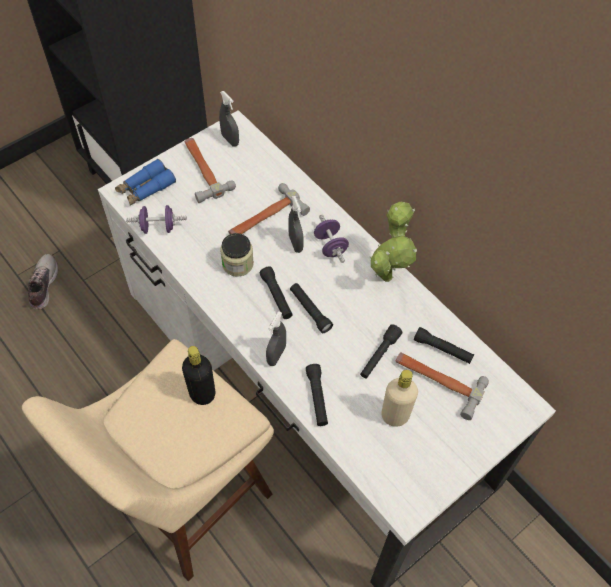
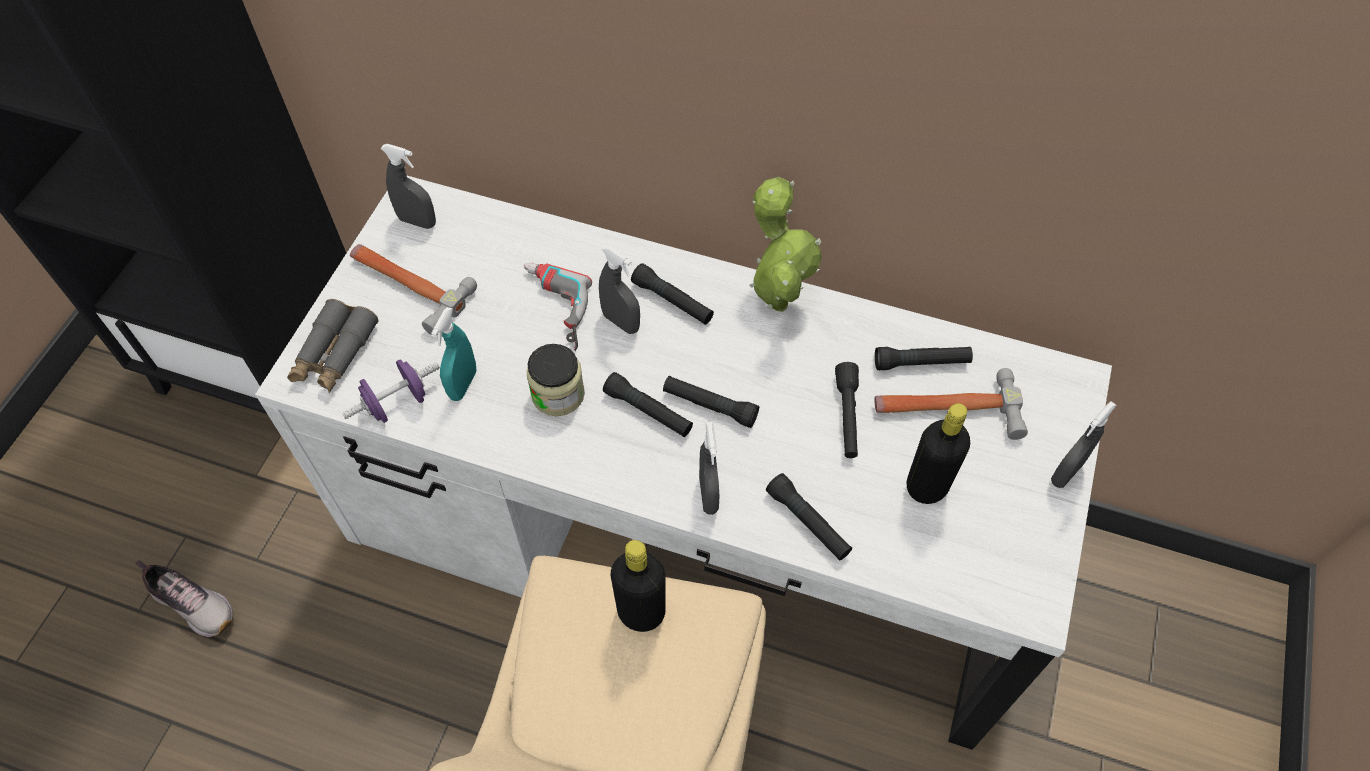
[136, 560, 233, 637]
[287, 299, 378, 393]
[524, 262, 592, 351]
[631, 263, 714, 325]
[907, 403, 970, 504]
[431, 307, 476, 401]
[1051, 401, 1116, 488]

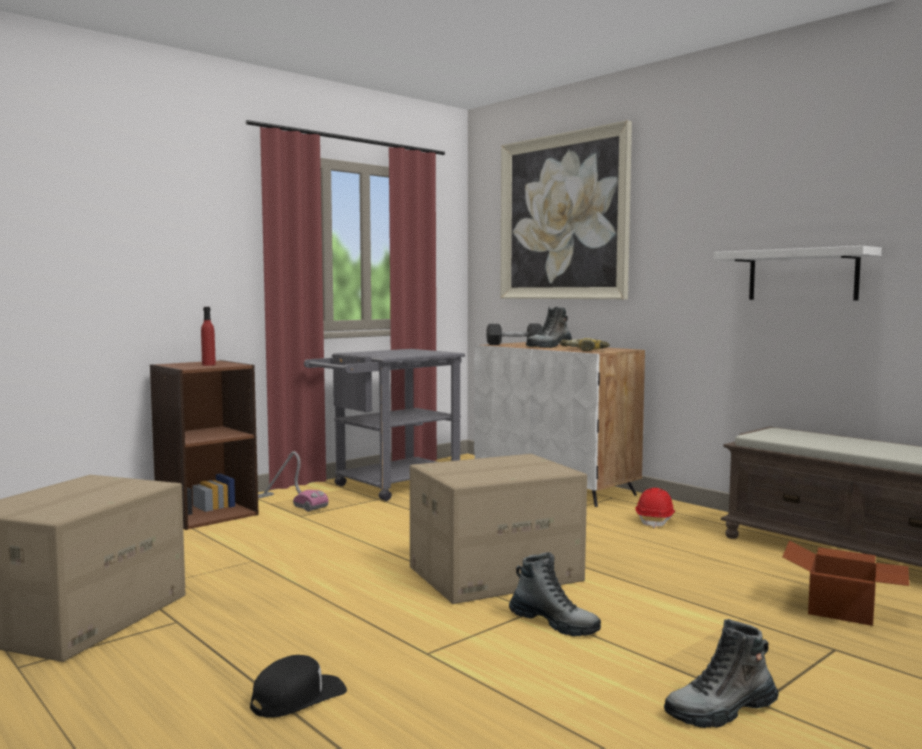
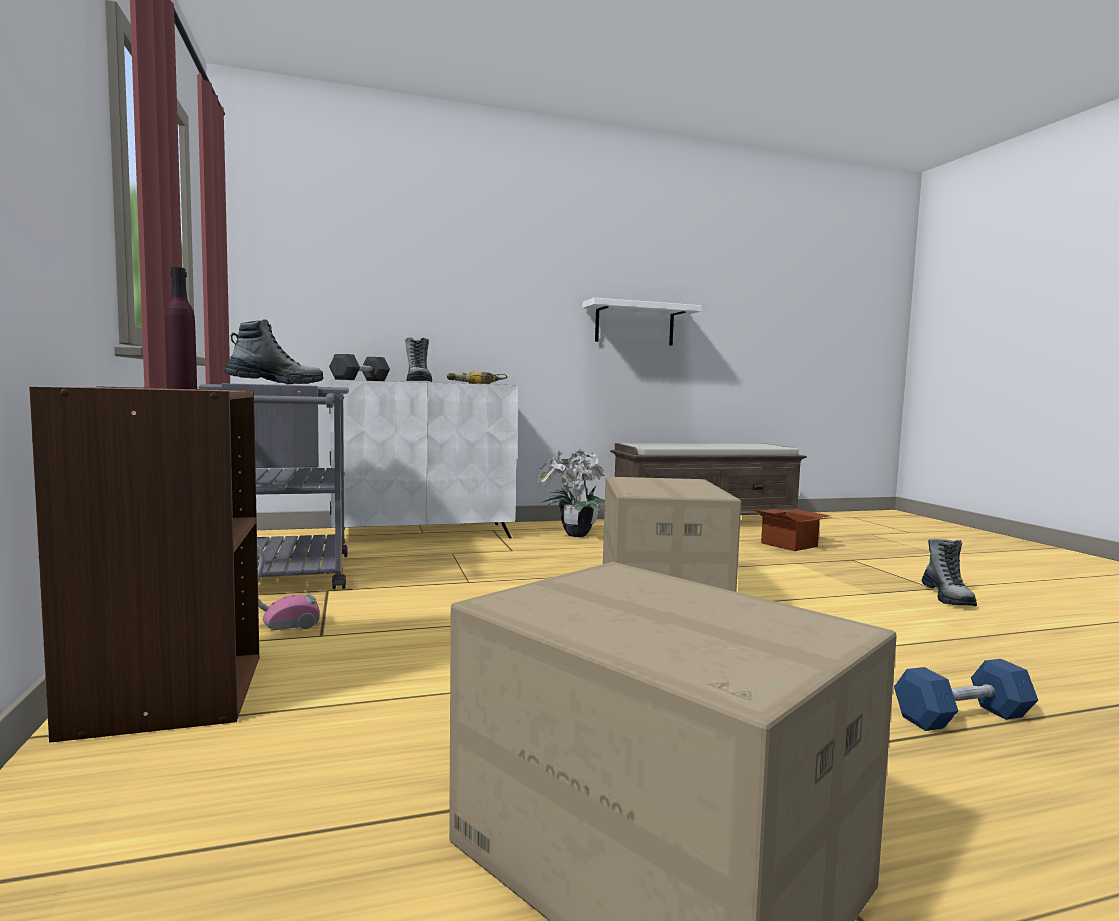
[165, 267, 197, 389]
[894, 659, 1038, 731]
[500, 120, 632, 299] (first image)
[224, 320, 323, 384]
[536, 449, 605, 537]

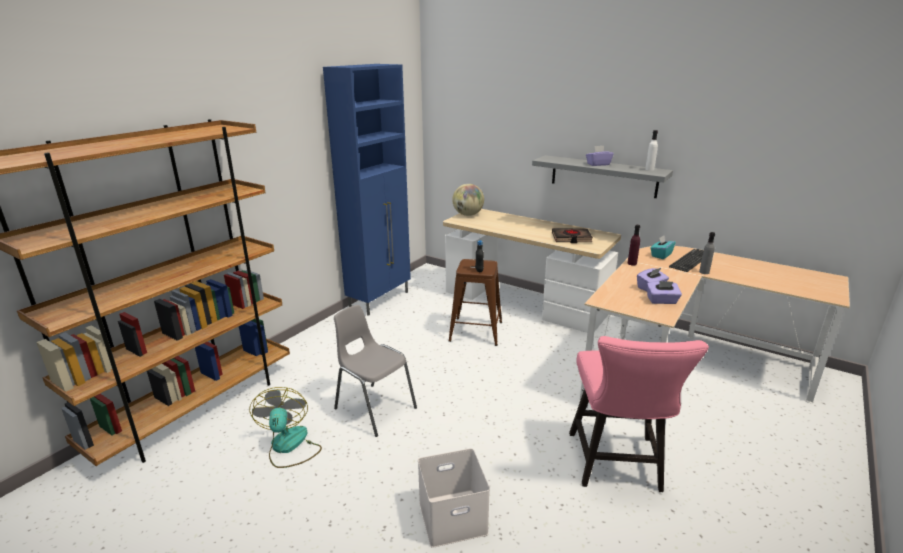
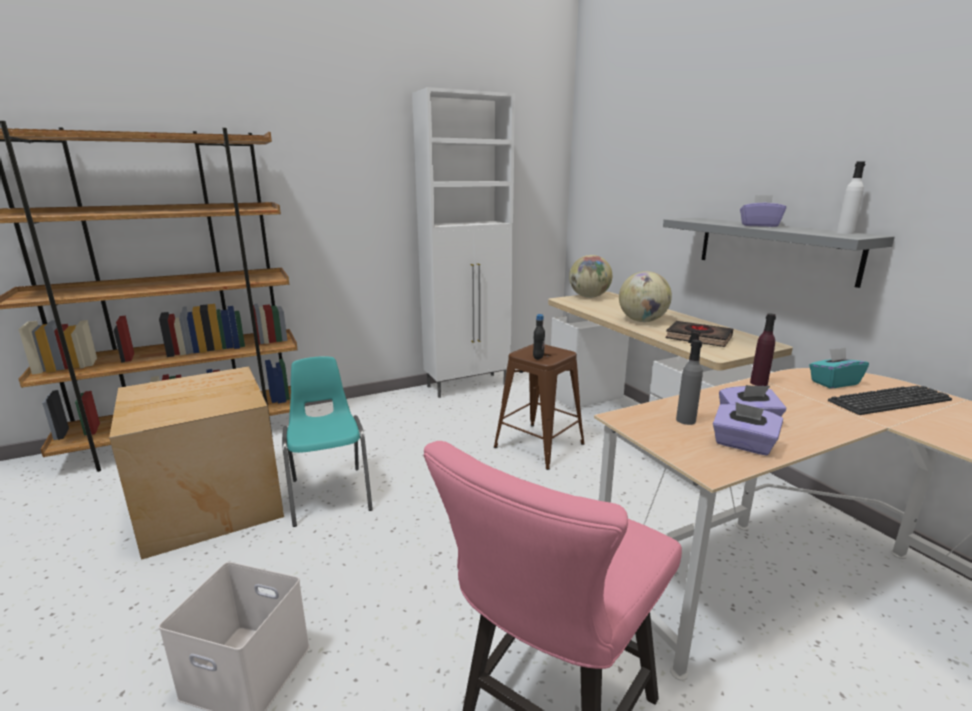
[109, 366, 284, 560]
[412, 87, 515, 398]
[282, 356, 373, 527]
[676, 340, 703, 425]
[619, 271, 672, 322]

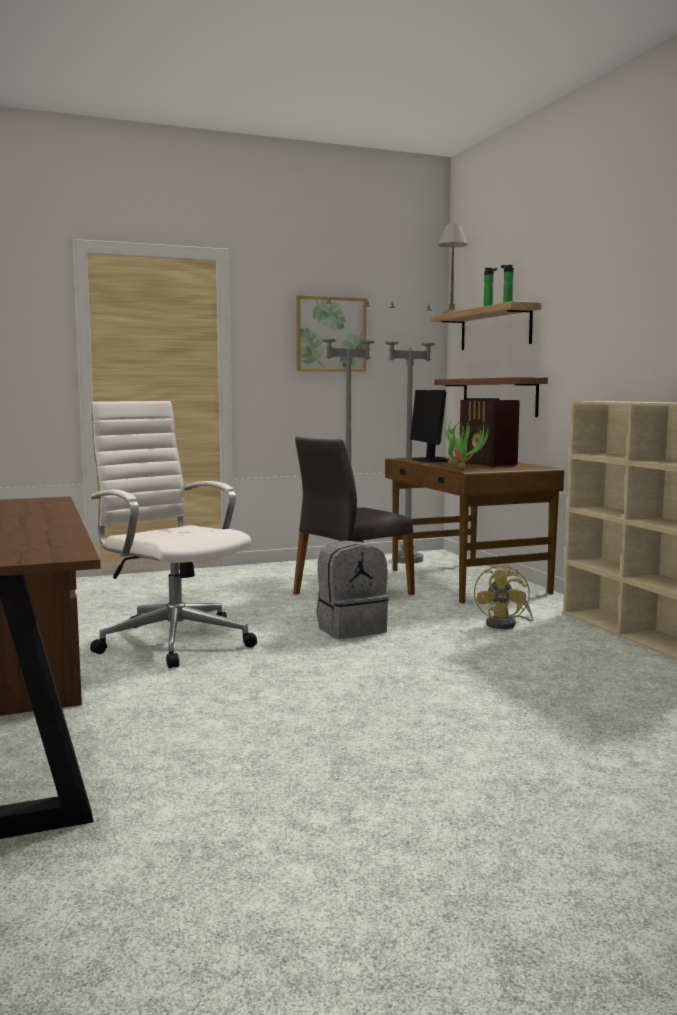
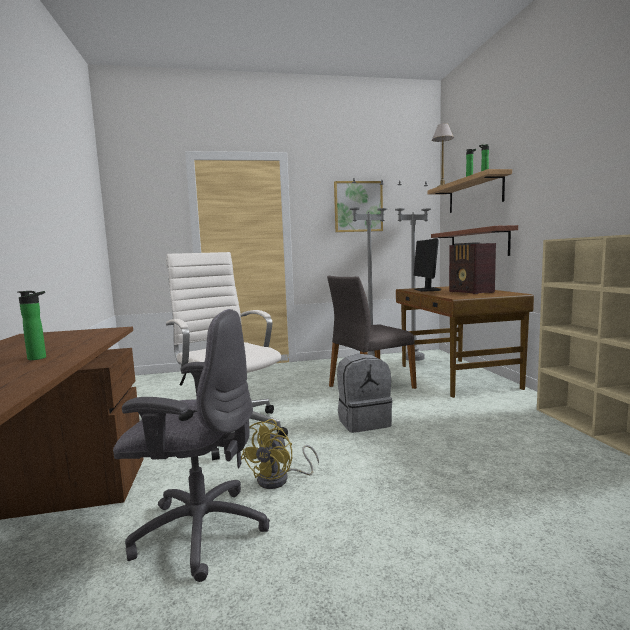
[445, 420, 490, 470] (first image)
[241, 419, 319, 489]
[18, 291, 46, 360]
[113, 309, 270, 582]

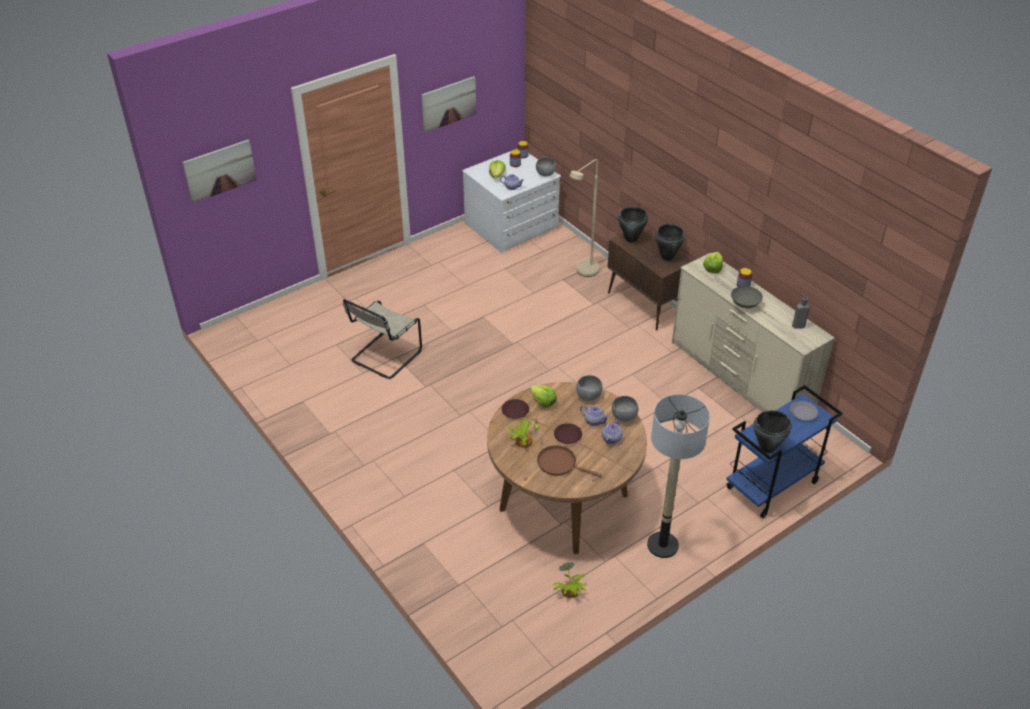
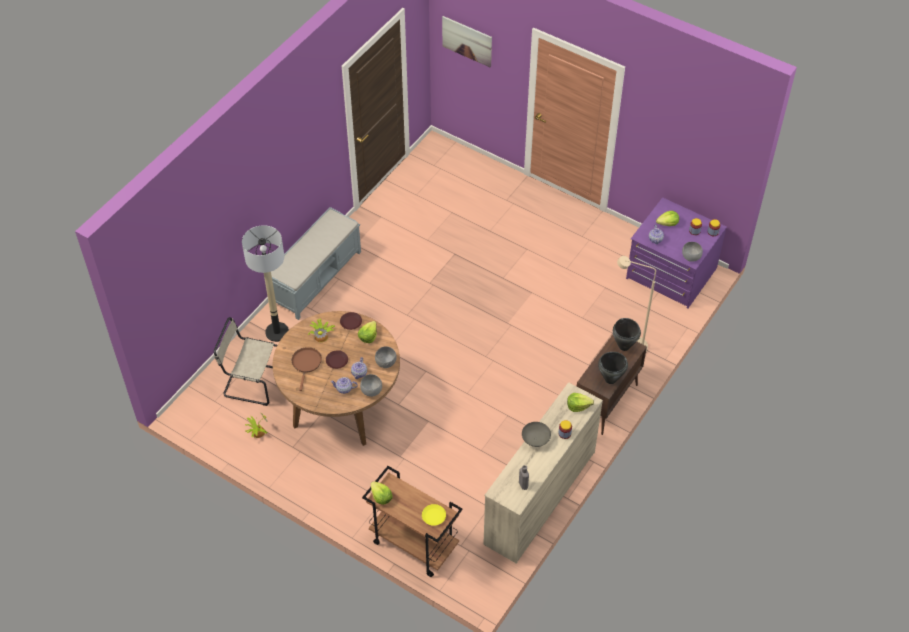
[214, 317, 277, 406]
[422, 76, 476, 133] (first image)
[626, 197, 727, 309]
[242, 225, 289, 342]
[362, 466, 463, 577]
[371, 481, 393, 505]
[422, 504, 446, 526]
[264, 207, 361, 320]

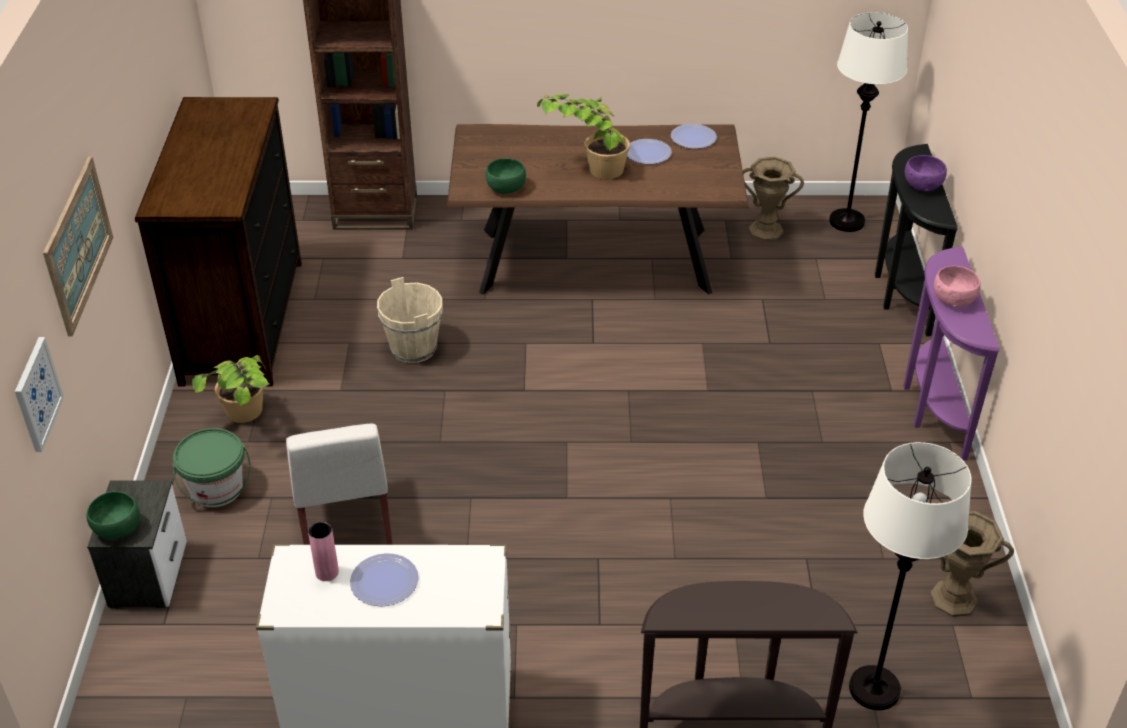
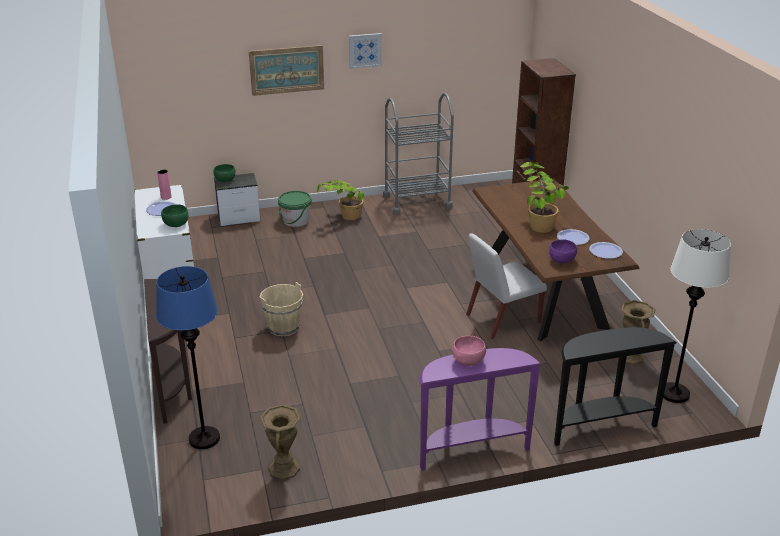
[349, 33, 382, 69]
[383, 93, 454, 215]
[466, 233, 547, 339]
[259, 282, 303, 336]
[161, 204, 189, 227]
[156, 266, 220, 449]
[549, 240, 577, 264]

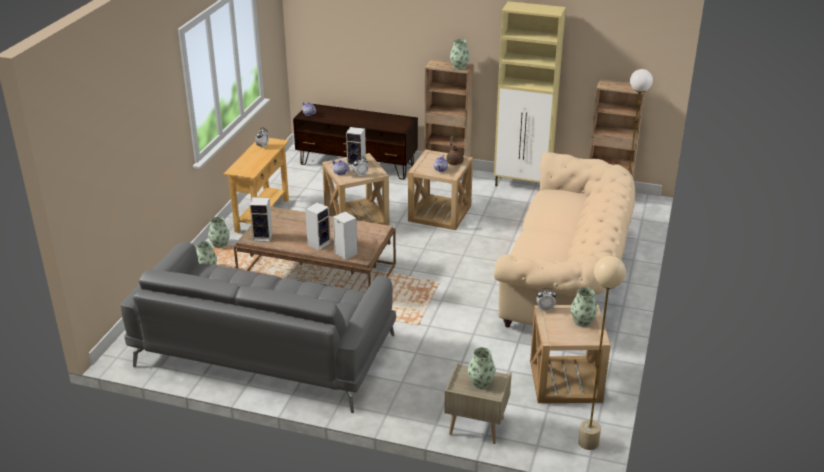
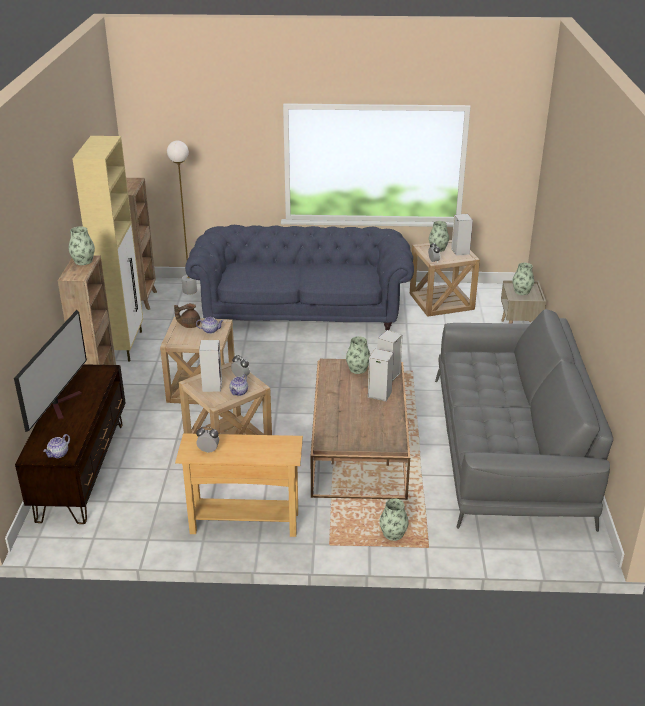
[346, 336, 370, 374]
[451, 214, 473, 256]
[185, 225, 414, 330]
[578, 256, 626, 450] (first image)
[14, 310, 87, 432]

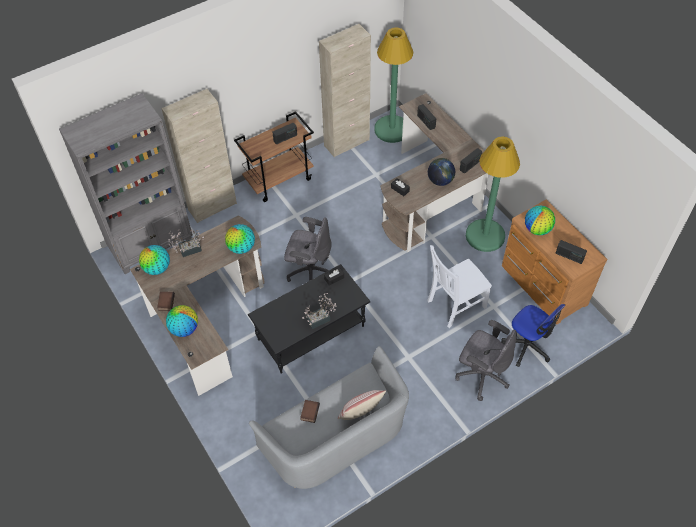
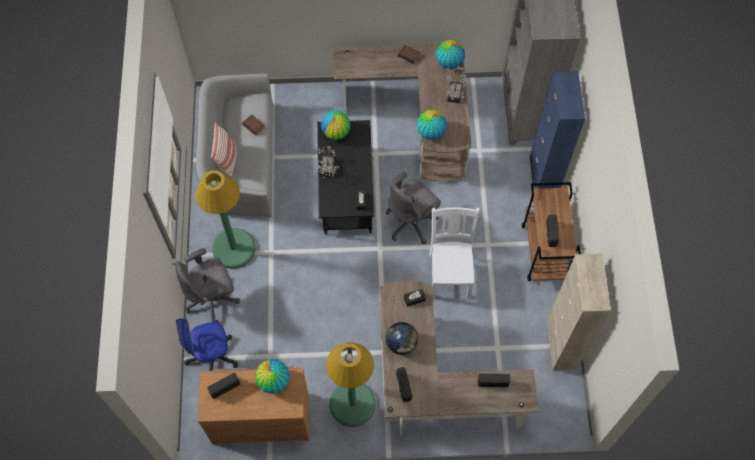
[530, 71, 585, 189]
[321, 110, 350, 140]
[195, 170, 256, 269]
[429, 207, 480, 299]

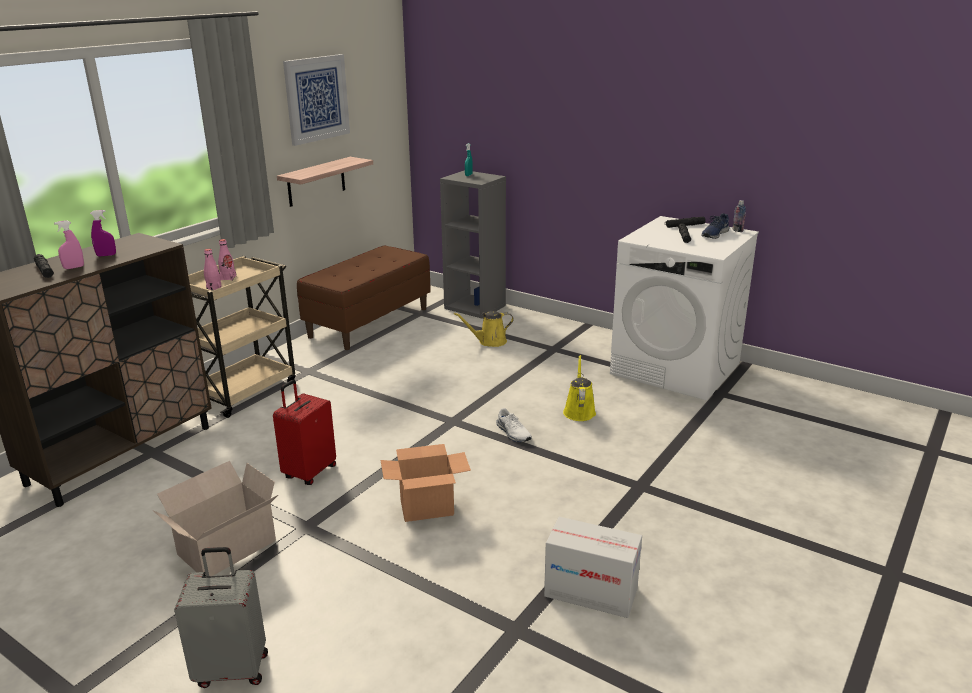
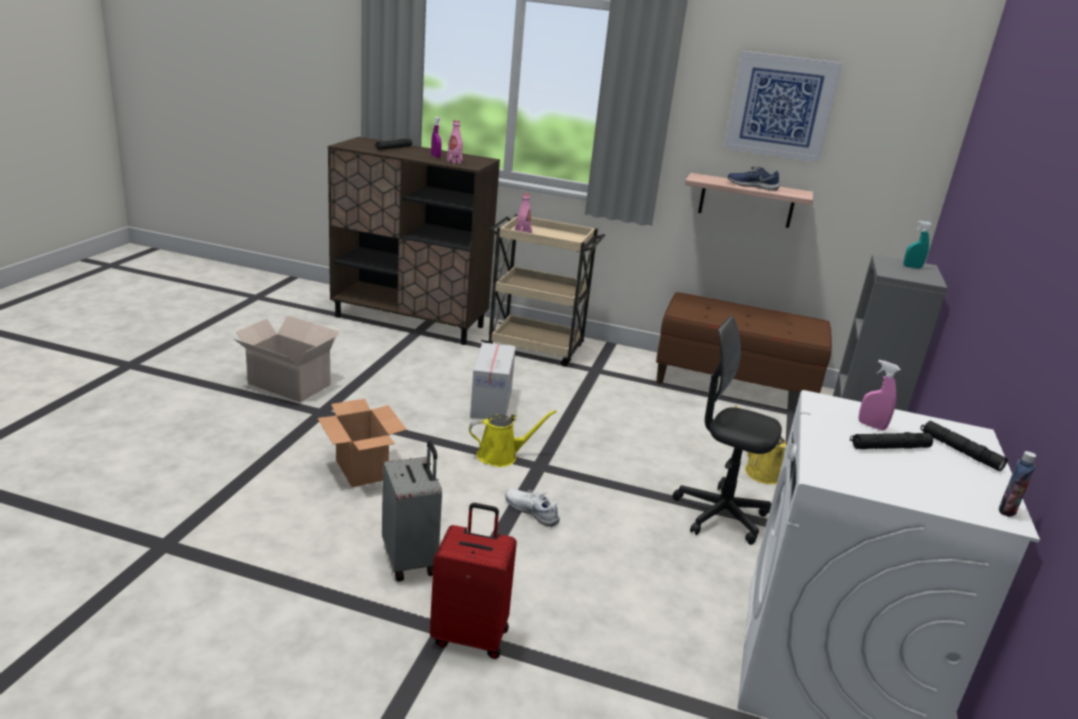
[859, 360, 900, 431]
[382, 441, 442, 582]
[447, 120, 463, 164]
[430, 503, 517, 659]
[505, 489, 560, 527]
[470, 343, 516, 419]
[469, 410, 557, 467]
[728, 167, 779, 191]
[673, 316, 782, 545]

